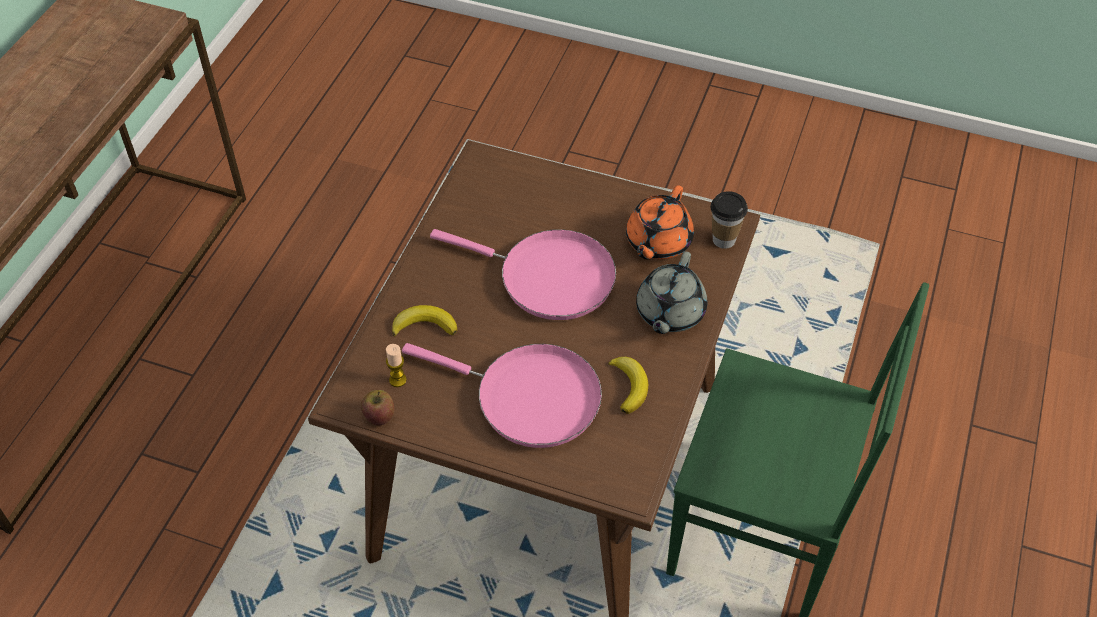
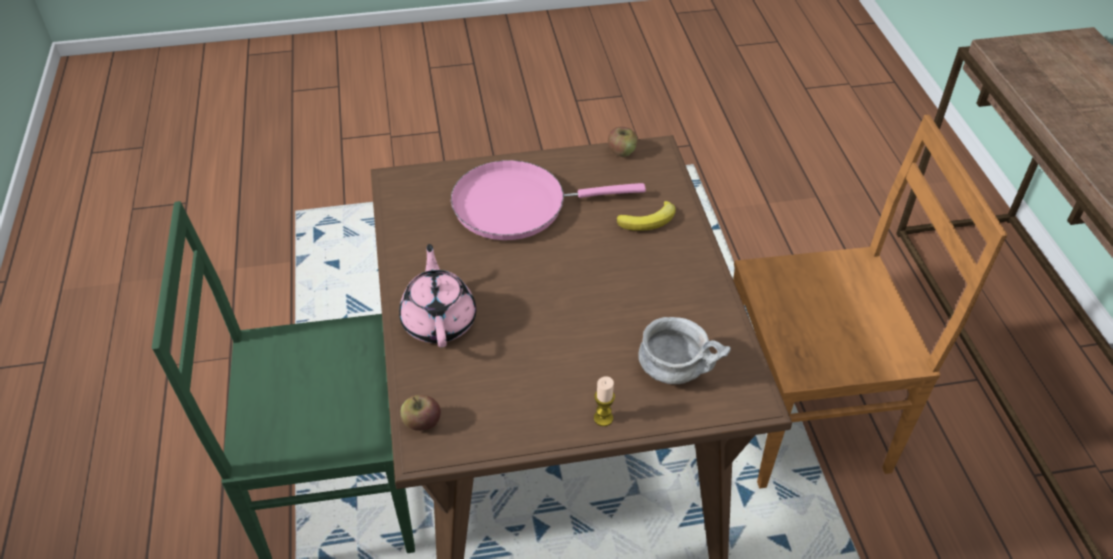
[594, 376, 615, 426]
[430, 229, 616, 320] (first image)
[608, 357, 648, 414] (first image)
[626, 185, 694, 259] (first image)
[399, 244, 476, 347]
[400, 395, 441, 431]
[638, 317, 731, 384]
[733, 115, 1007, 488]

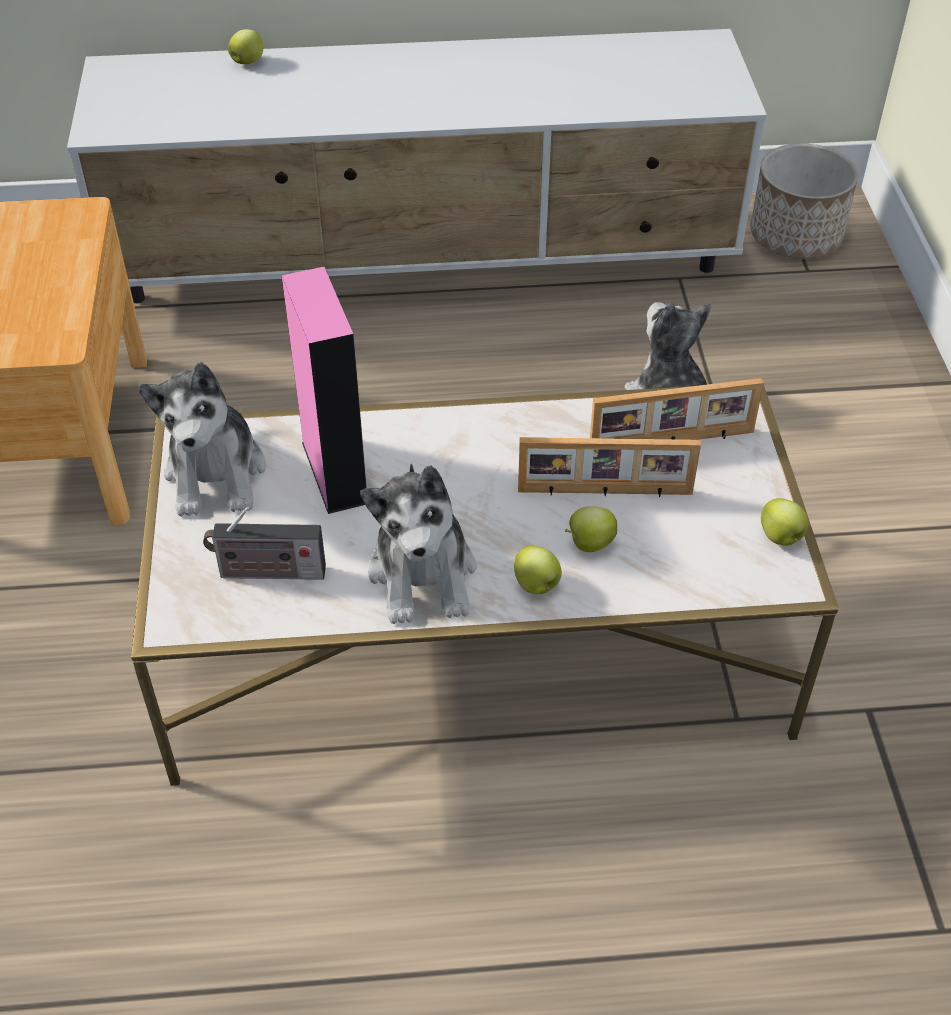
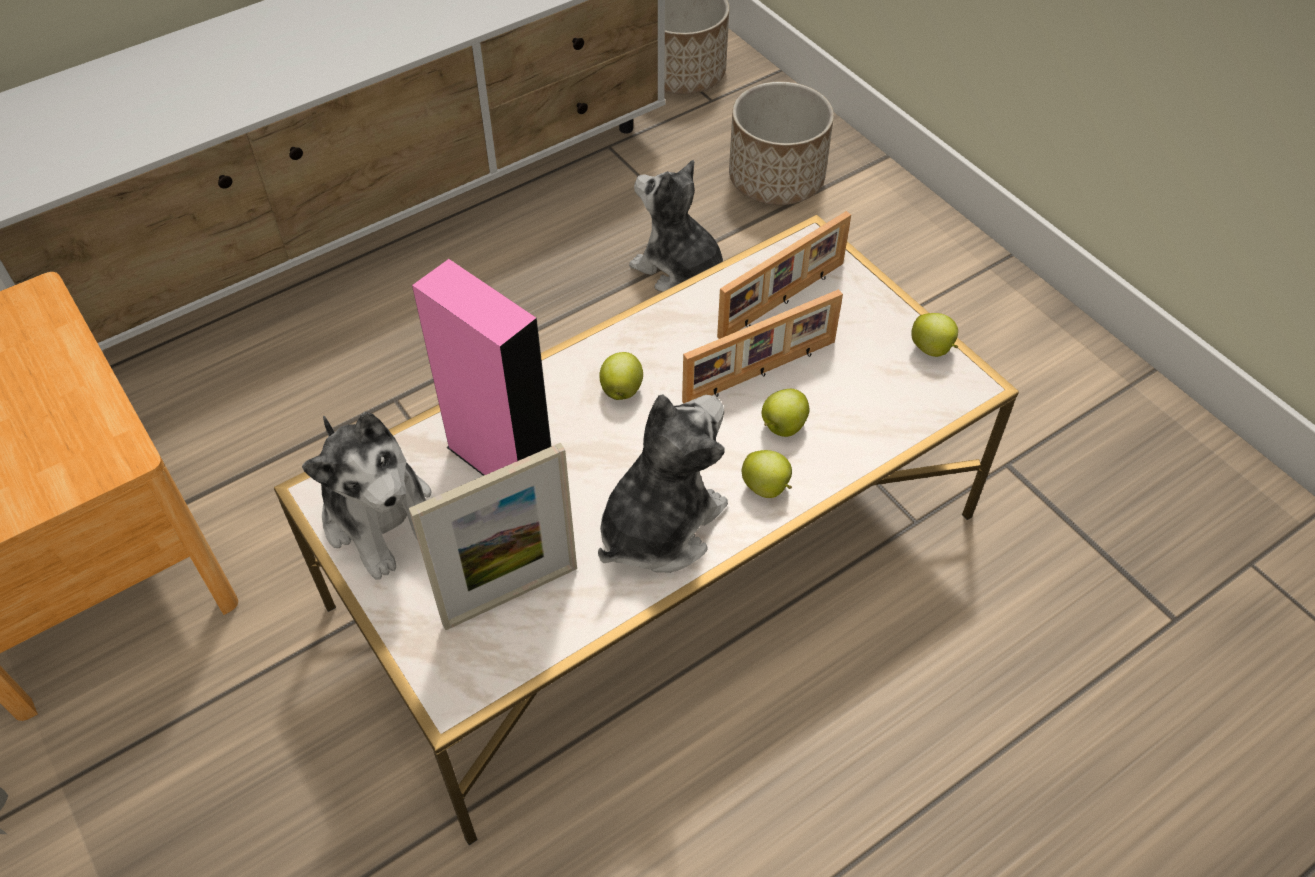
[409, 443, 577, 630]
[599, 352, 643, 400]
[598, 394, 728, 573]
[729, 82, 834, 205]

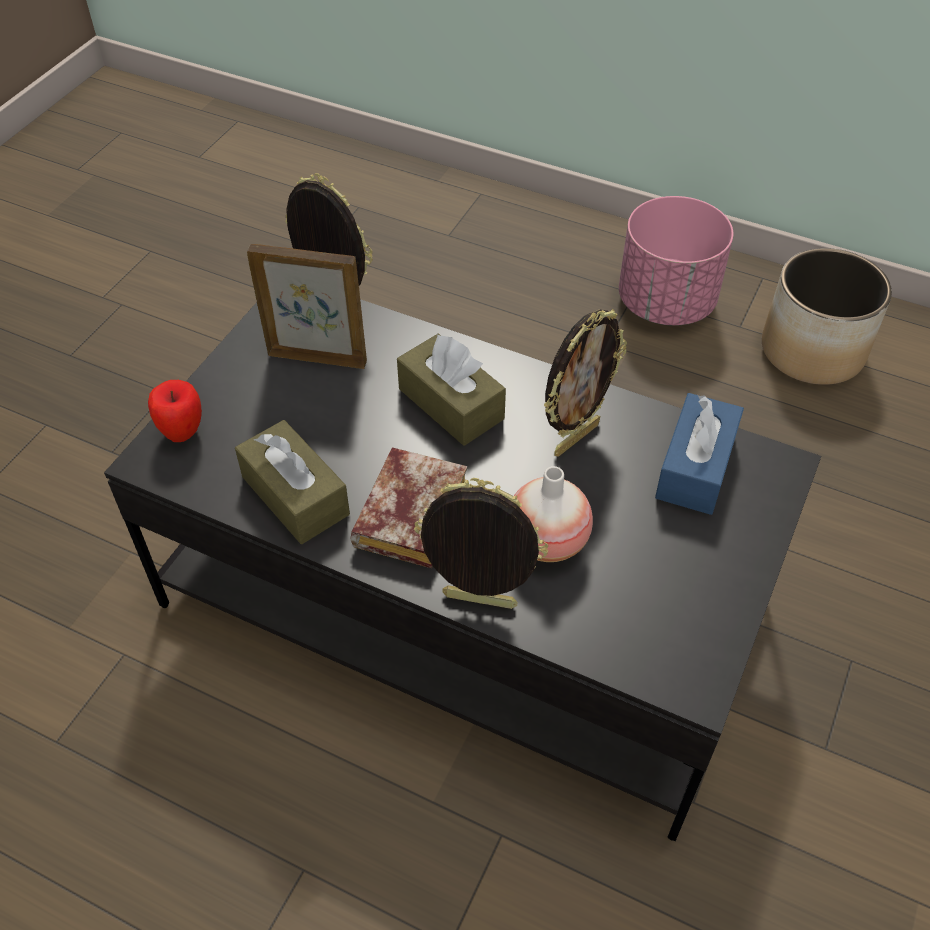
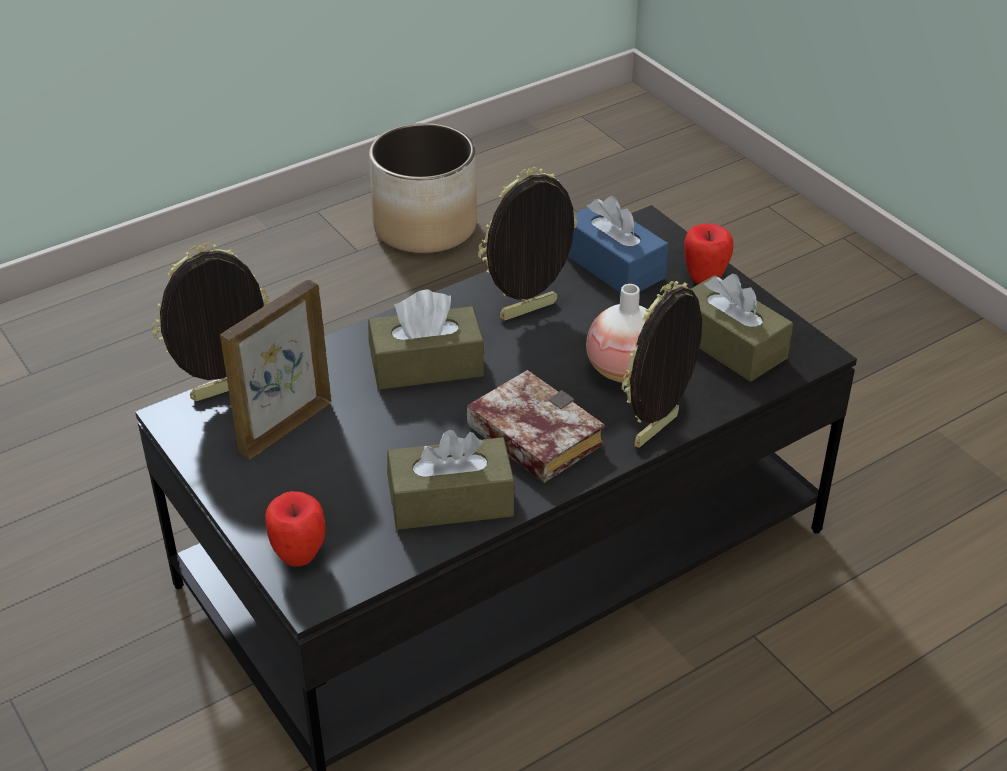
[478, 167, 578, 320]
[619, 196, 733, 326] (first image)
[684, 224, 733, 284]
[691, 274, 793, 382]

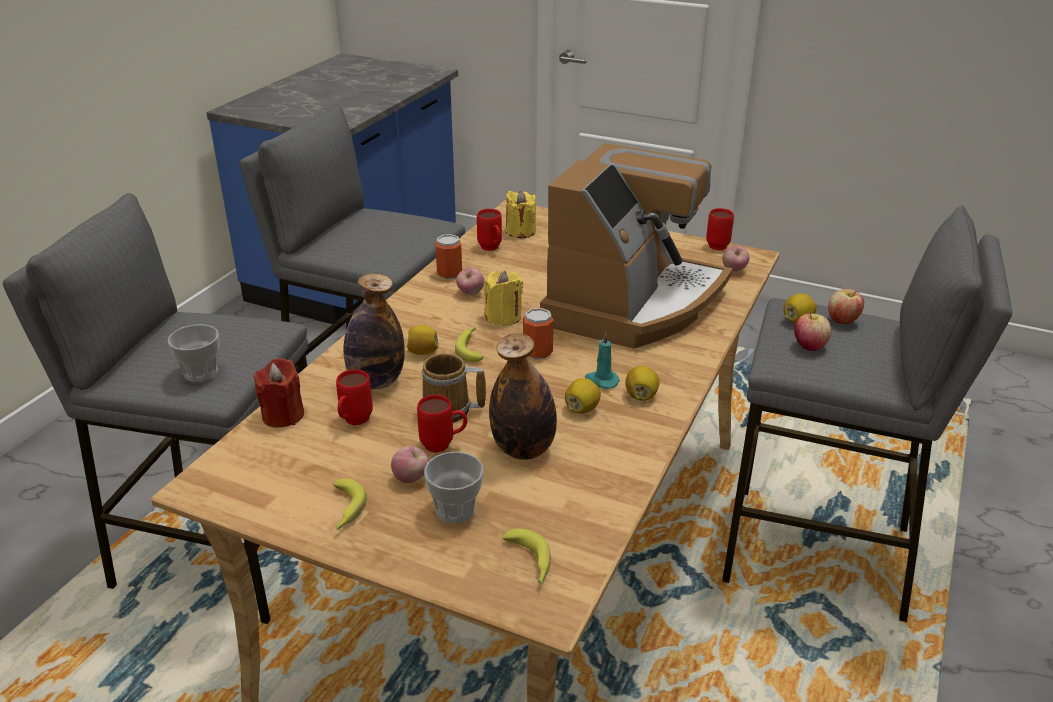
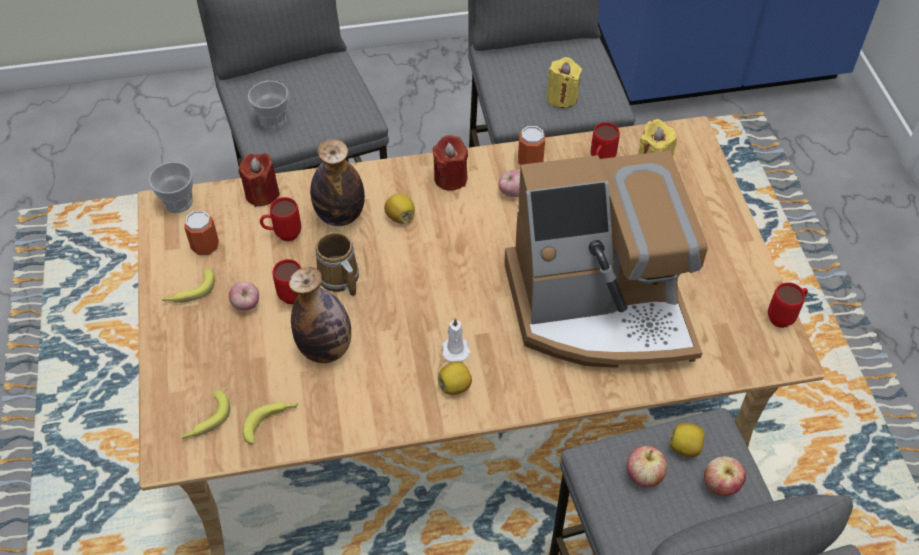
[149, 162, 193, 213]
[243, 402, 299, 444]
[546, 57, 582, 108]
[184, 210, 219, 256]
[565, 378, 601, 414] (first image)
[442, 318, 471, 362]
[722, 245, 750, 272] (first image)
[433, 135, 468, 191]

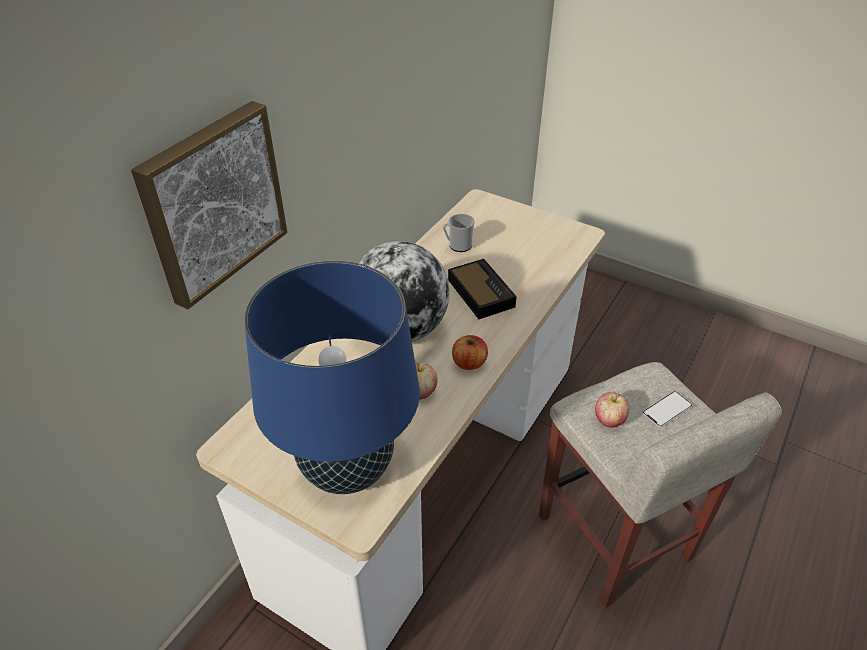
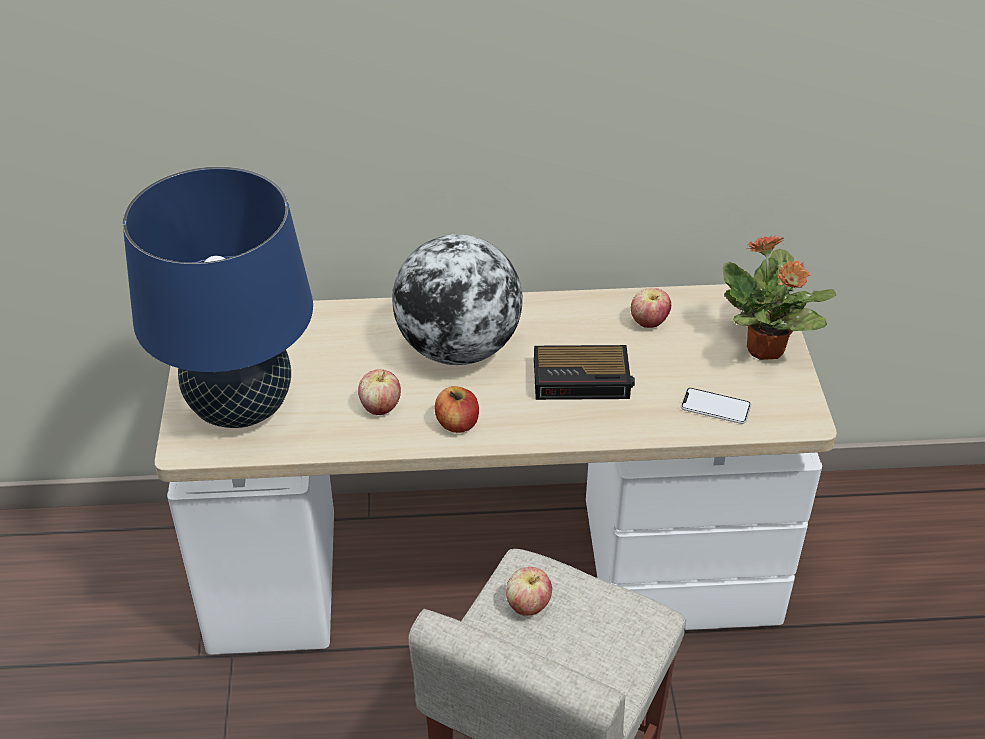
[131, 101, 287, 309] (first image)
[631, 288, 671, 328]
[534, 345, 635, 400]
[681, 388, 751, 424]
[723, 235, 836, 360]

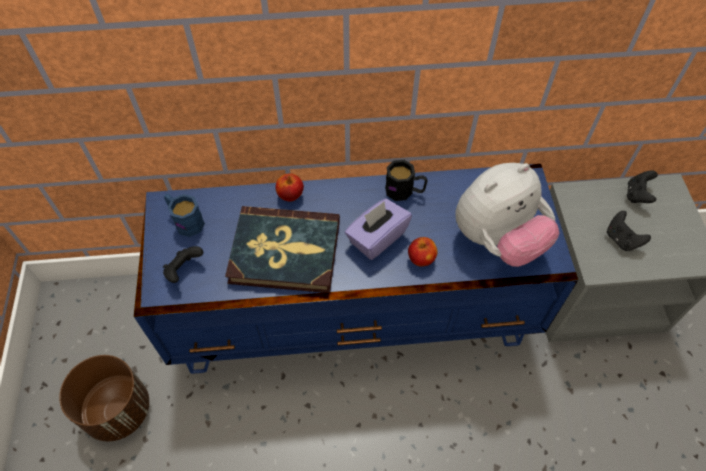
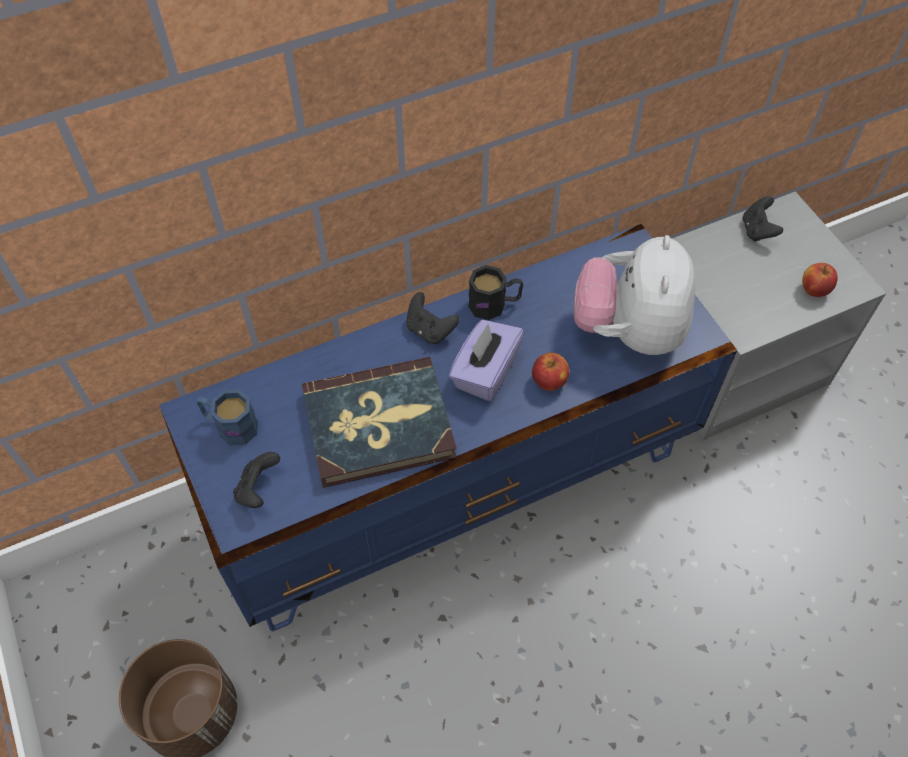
[802, 263, 838, 297]
[574, 235, 695, 355]
[406, 292, 459, 344]

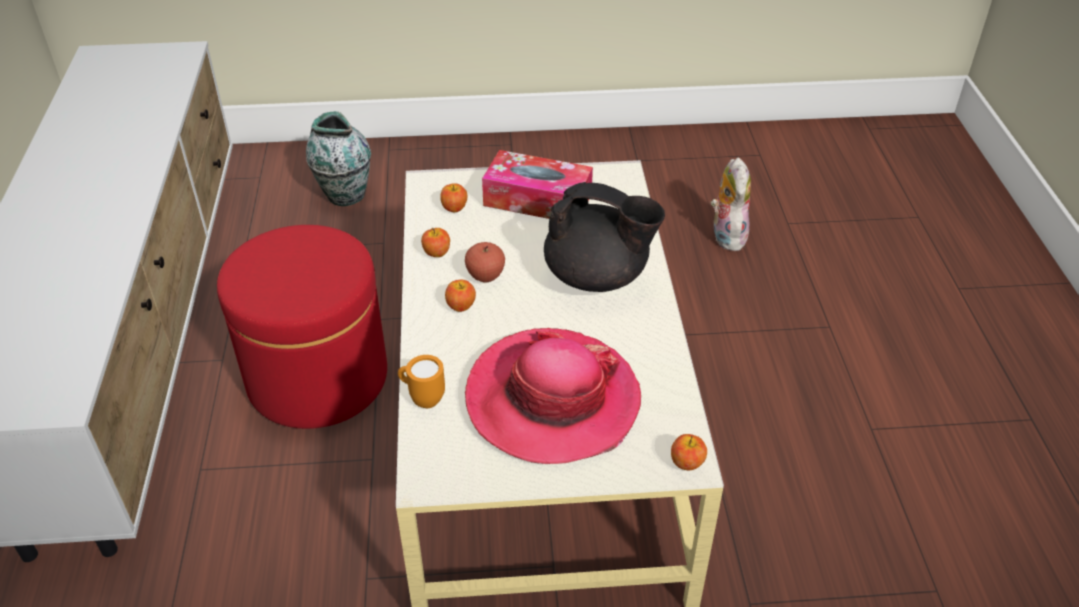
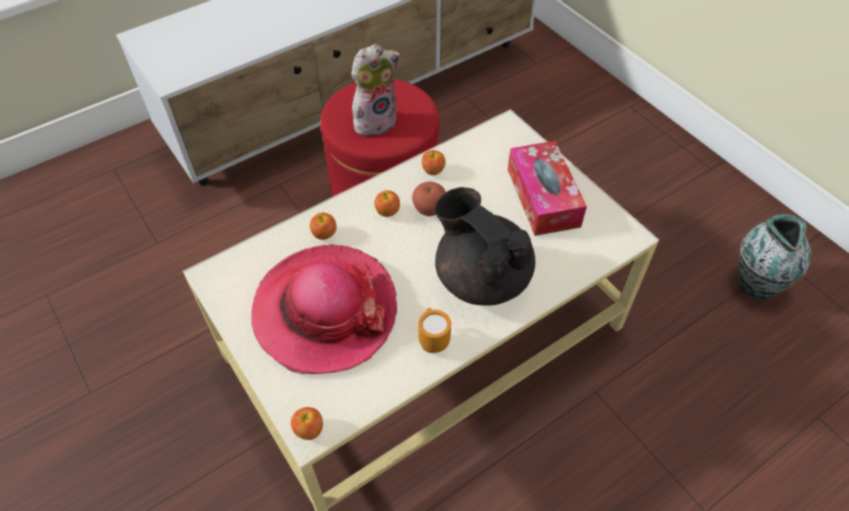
[738, 214, 811, 300]
[418, 308, 451, 353]
[310, 213, 337, 240]
[434, 187, 535, 306]
[352, 44, 400, 136]

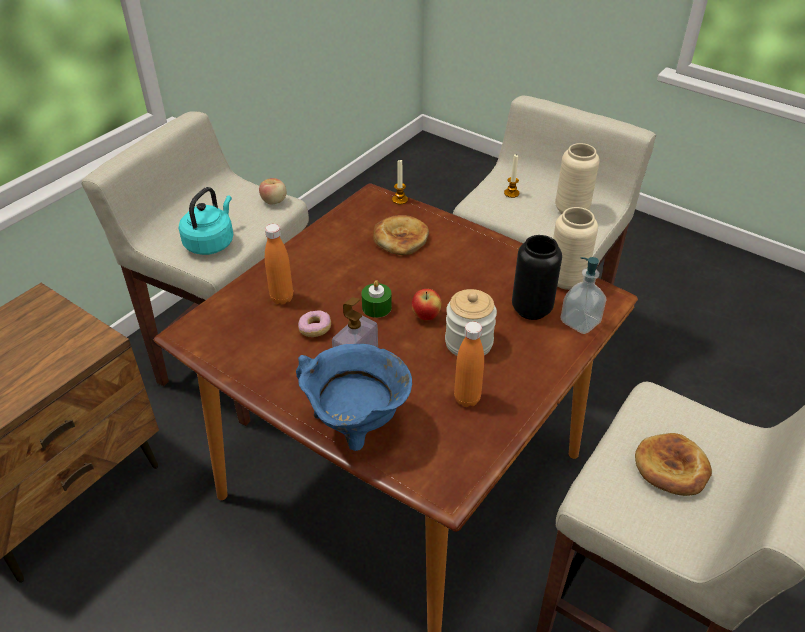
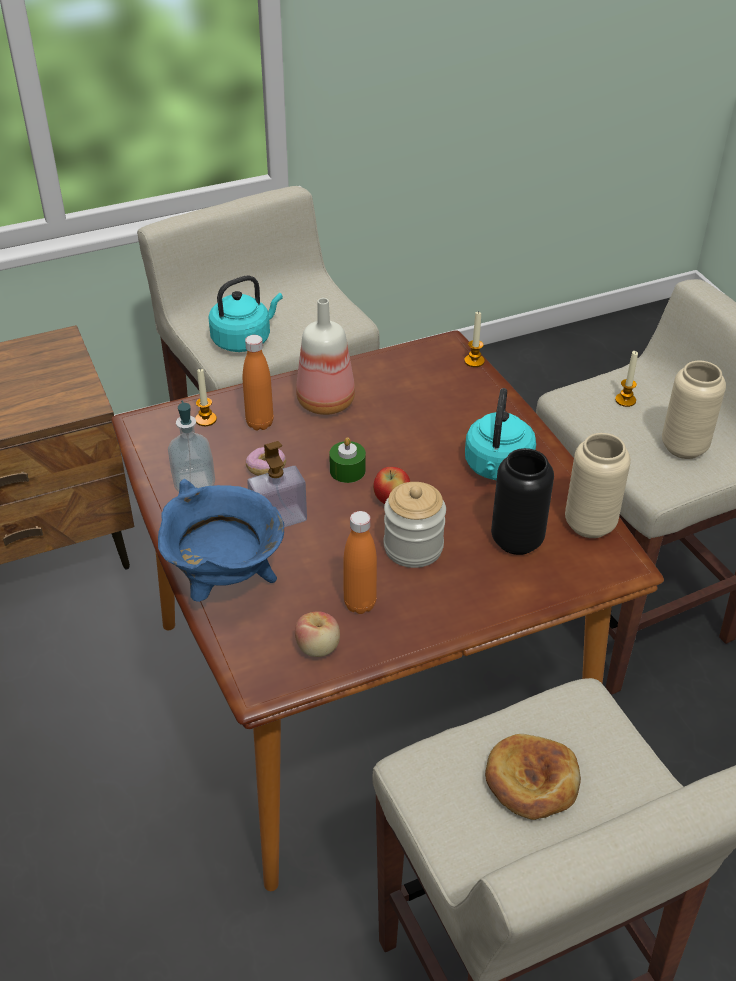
[295, 611, 340, 657]
[373, 215, 429, 255] (first image)
[168, 400, 215, 492]
[195, 369, 217, 426]
[296, 298, 355, 415]
[465, 388, 536, 480]

